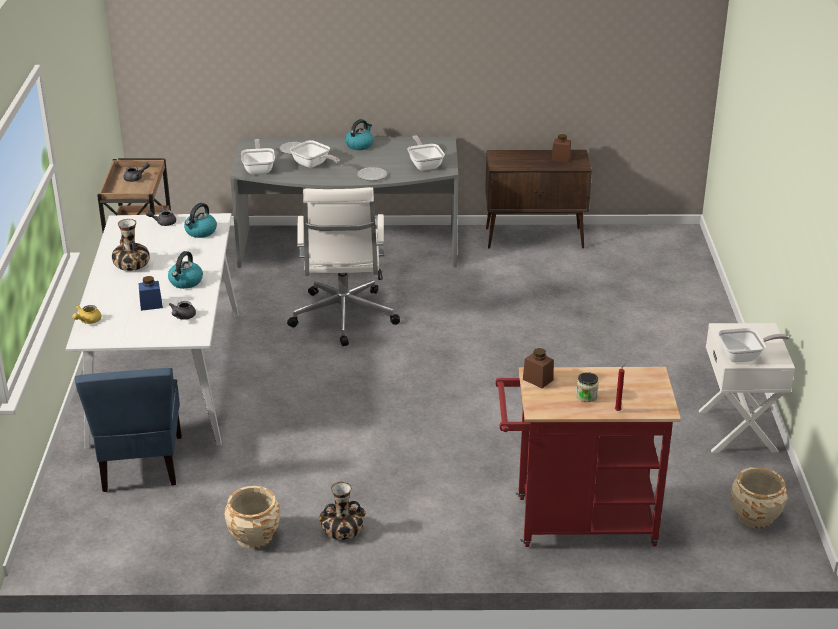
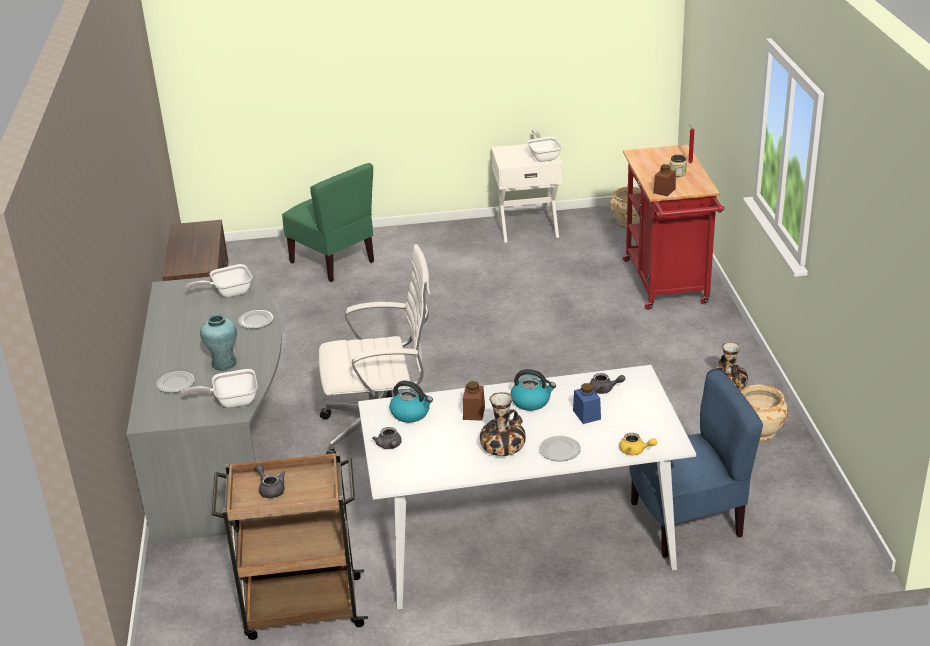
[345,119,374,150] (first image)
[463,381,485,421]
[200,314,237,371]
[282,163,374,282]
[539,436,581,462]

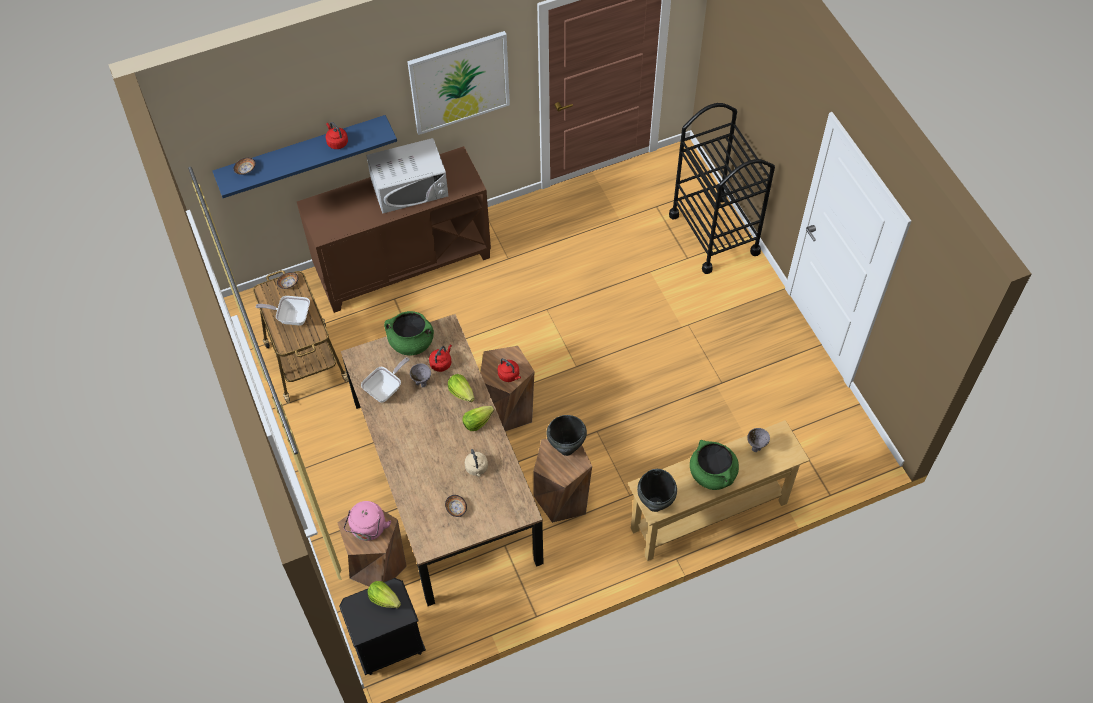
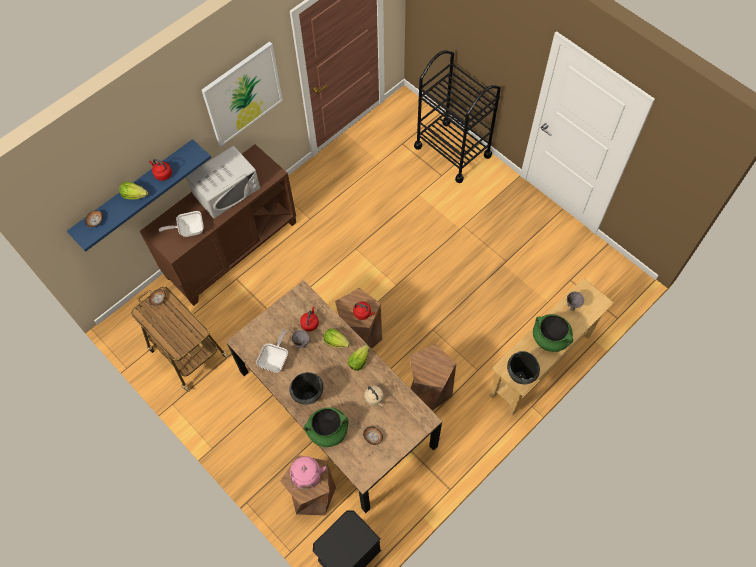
[159,211,204,237]
[304,407,349,447]
[289,372,323,405]
[119,181,148,200]

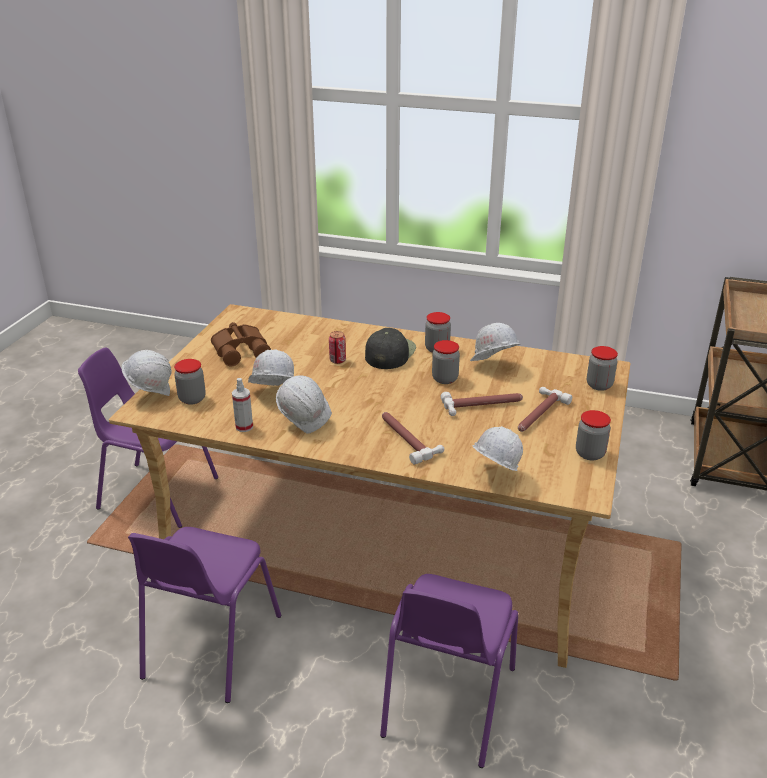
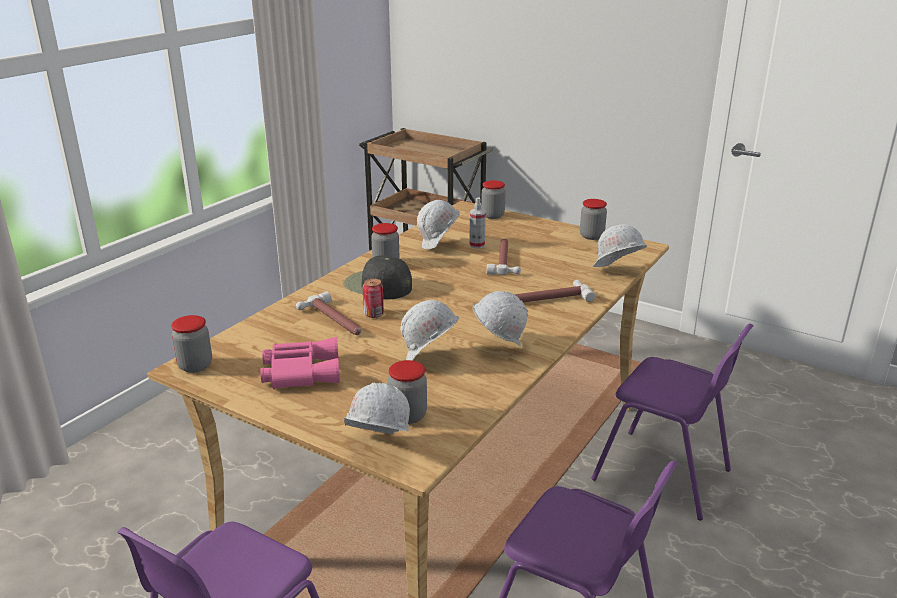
[260,337,340,389]
[171,315,212,373]
[469,197,486,248]
[296,291,361,335]

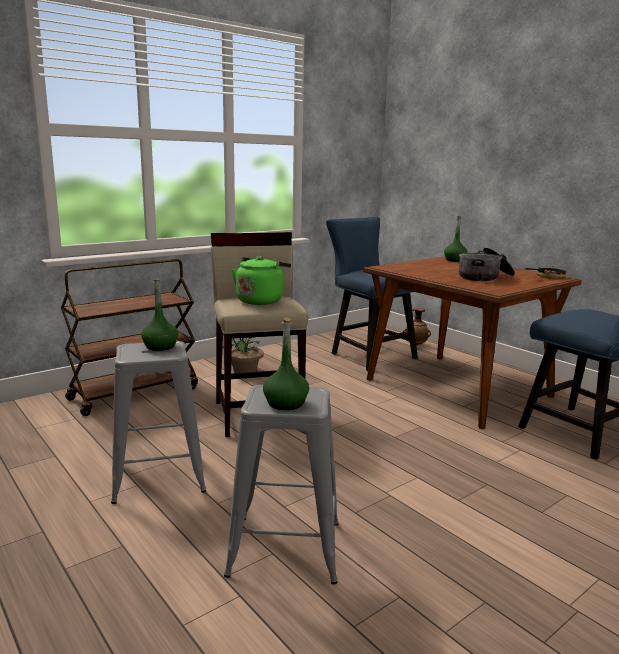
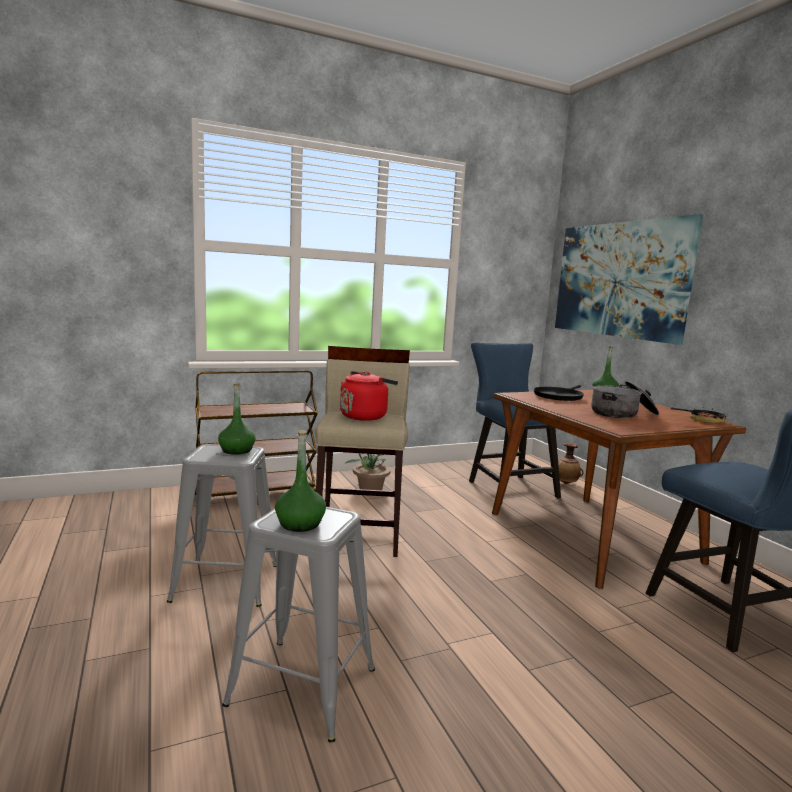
[340,371,398,421]
[555,214,703,345]
[534,385,584,401]

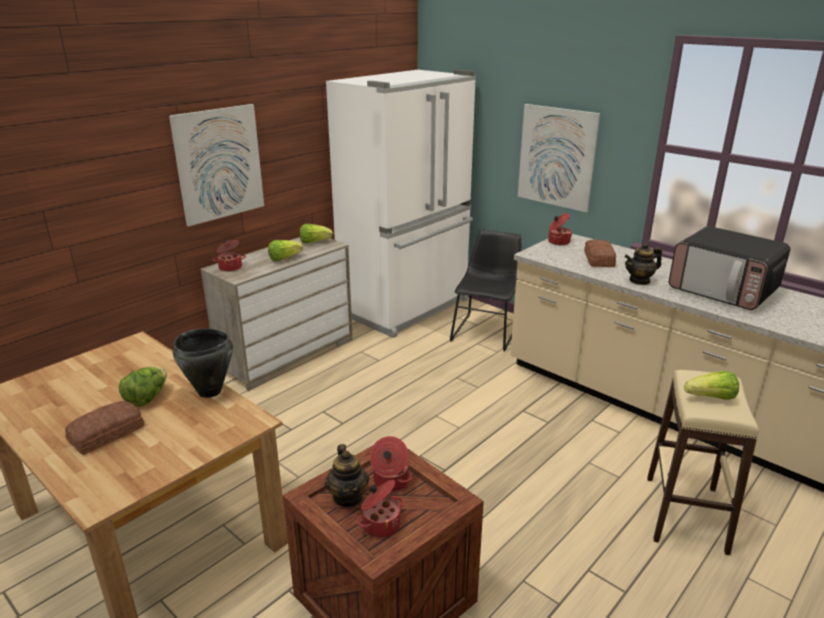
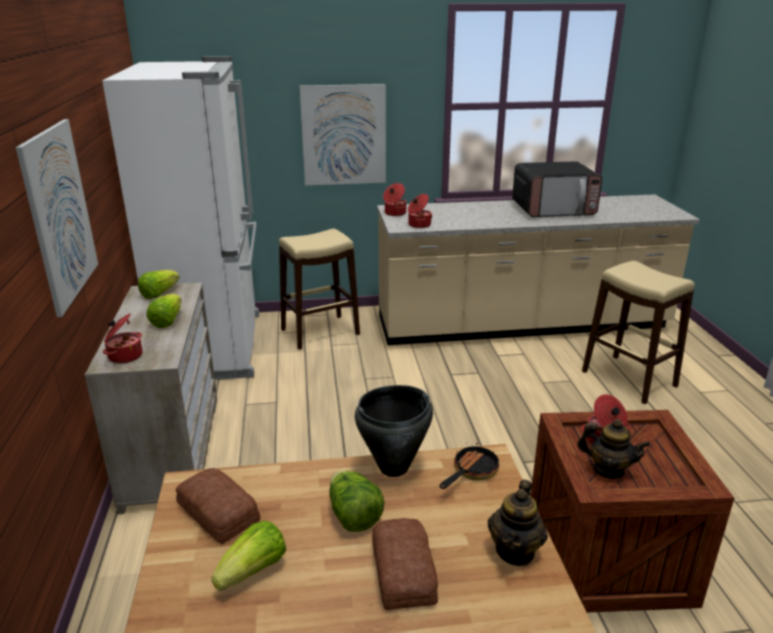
[279,229,360,350]
[176,468,261,544]
[488,480,548,566]
[211,521,286,591]
[408,194,432,228]
[439,443,500,489]

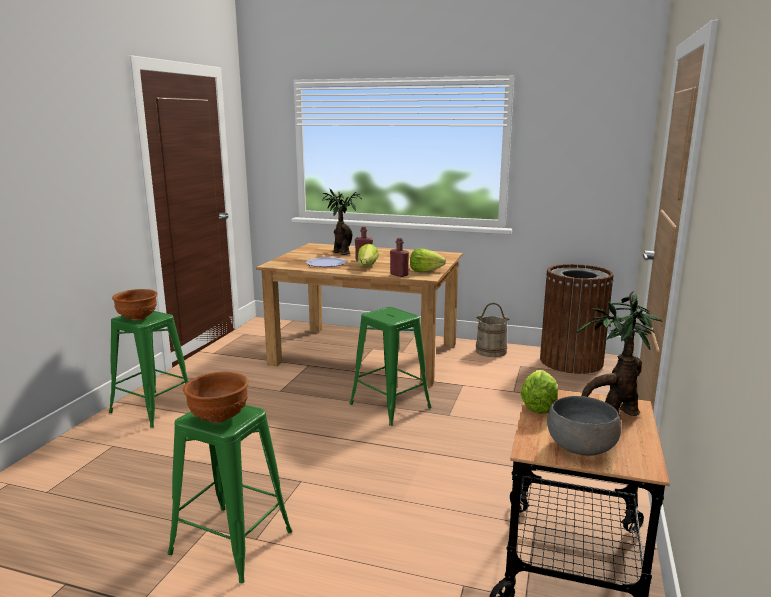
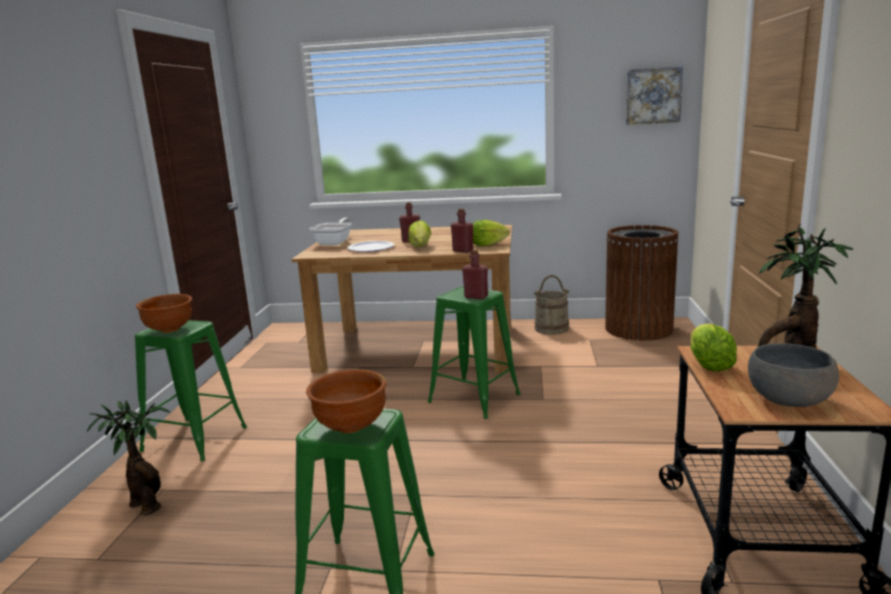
[87,400,170,515]
[626,66,683,125]
[309,218,352,245]
[462,250,488,299]

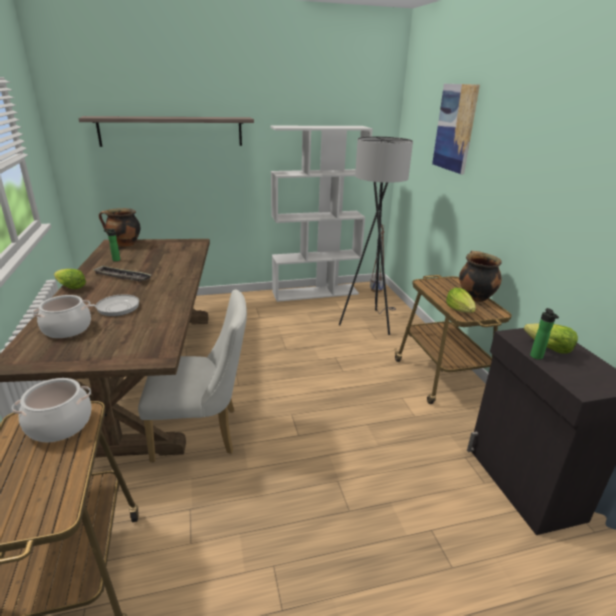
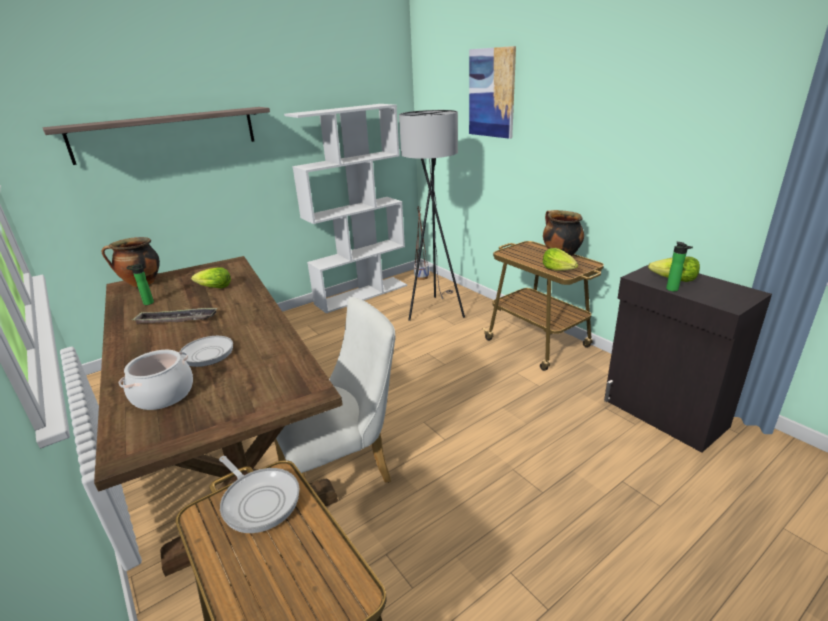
[191,267,231,288]
[219,456,300,533]

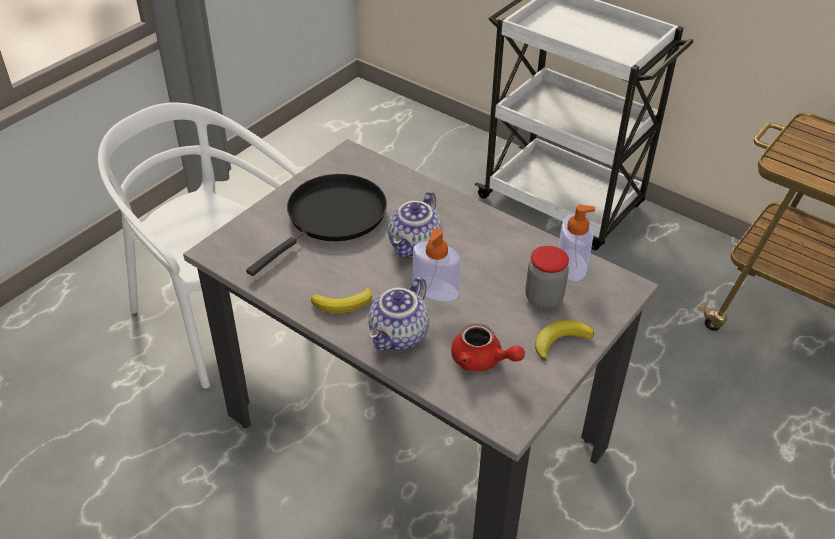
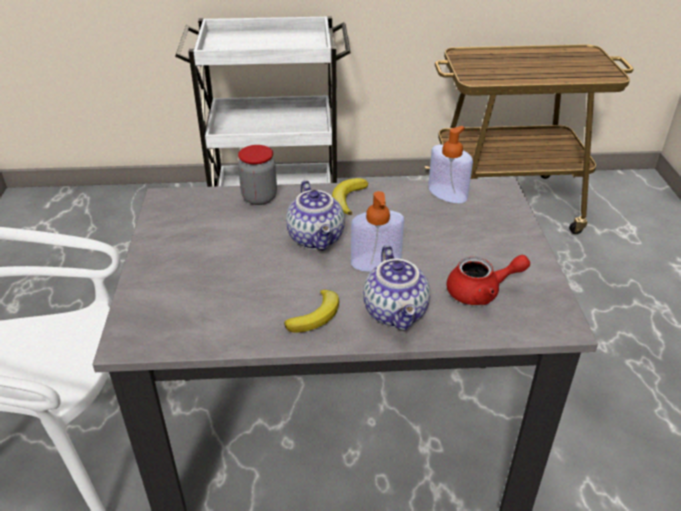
[246,174,387,276] (first image)
[238,145,277,205]
[332,178,368,215]

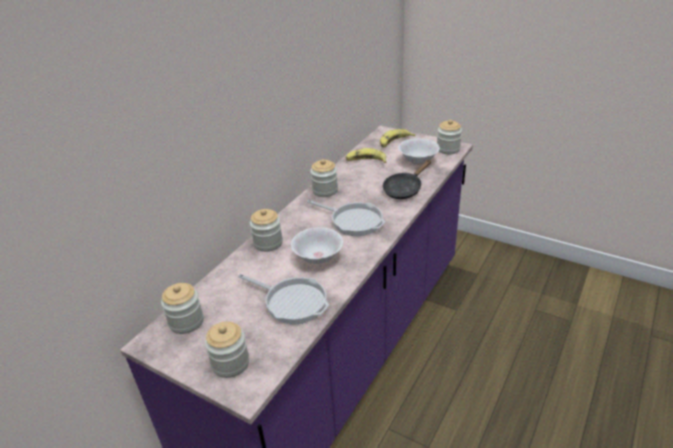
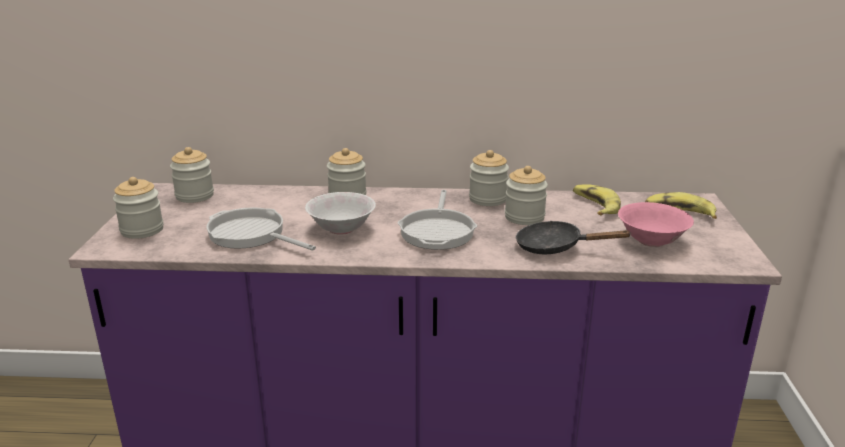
[505,166,548,225]
[618,202,694,247]
[206,207,316,251]

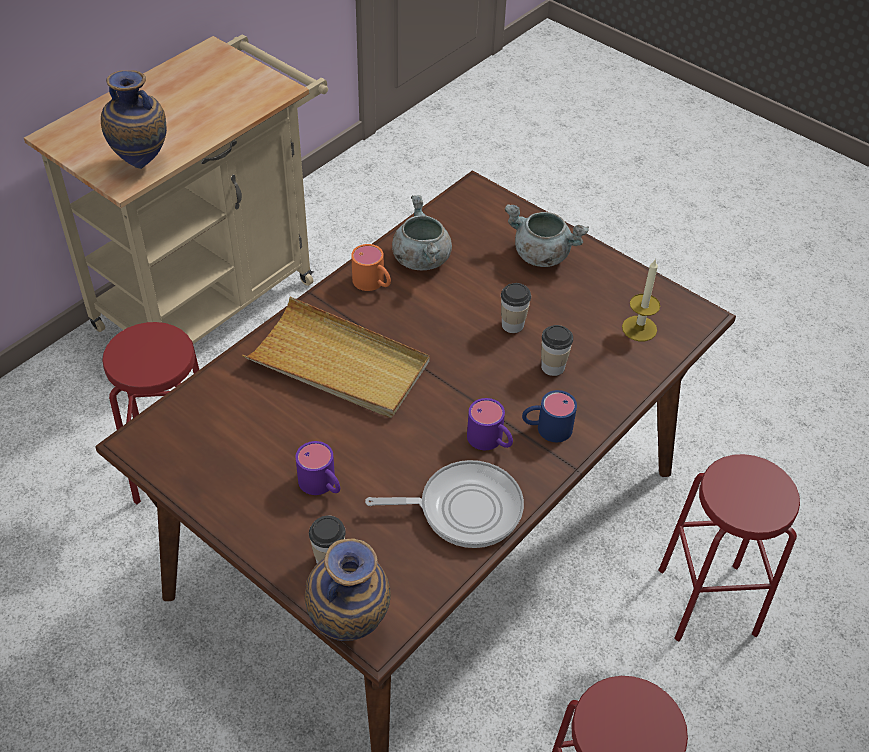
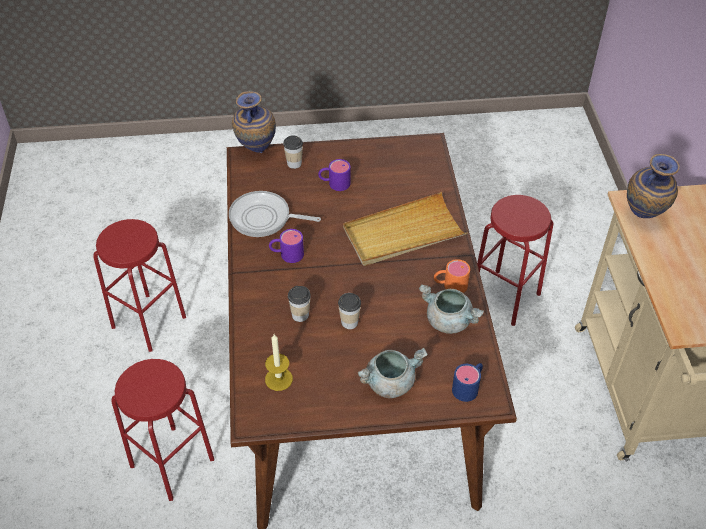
[452,363,483,402]
[229,191,321,237]

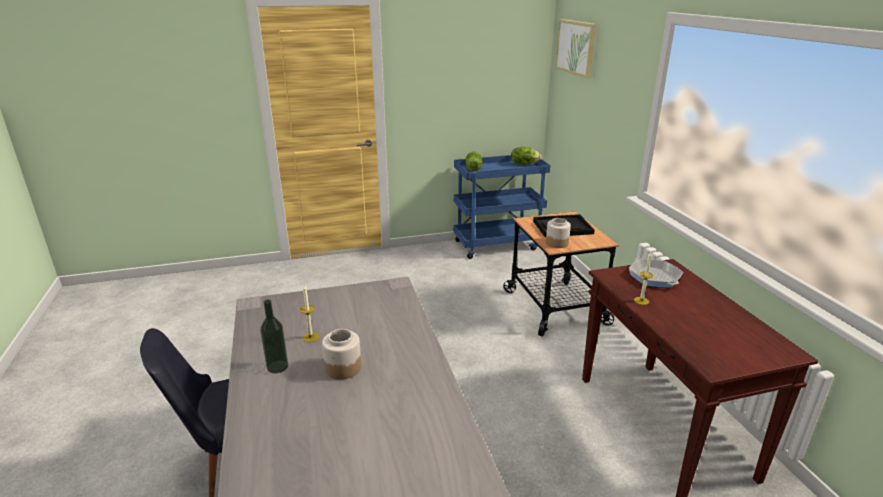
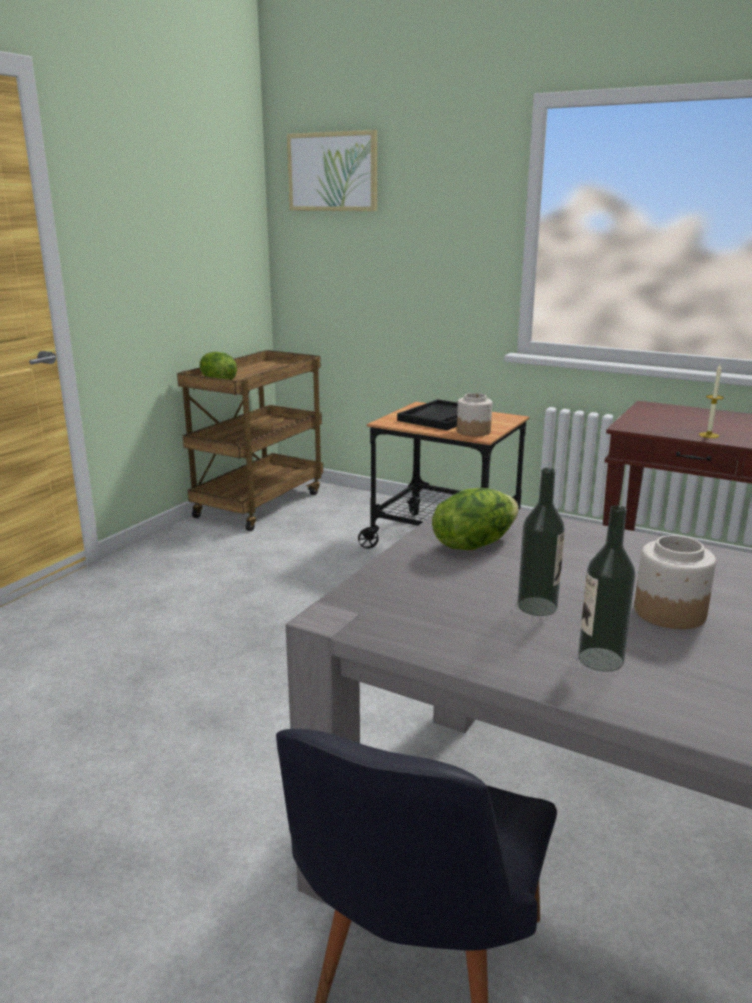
[432,488,519,550]
[177,350,323,531]
[629,258,683,288] (first image)
[517,468,565,616]

